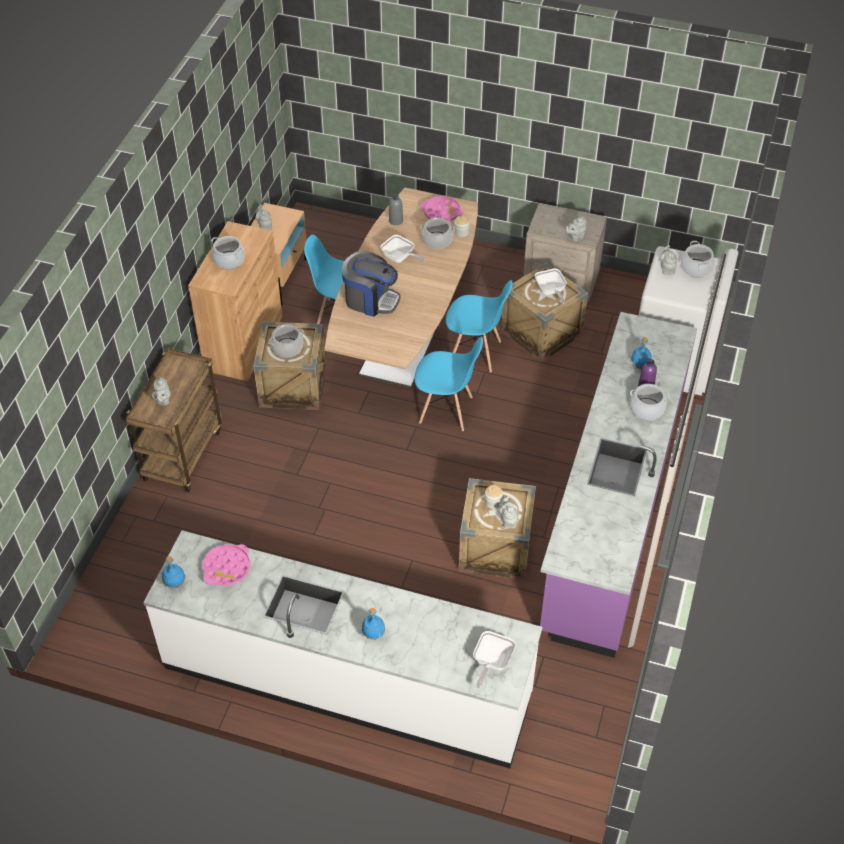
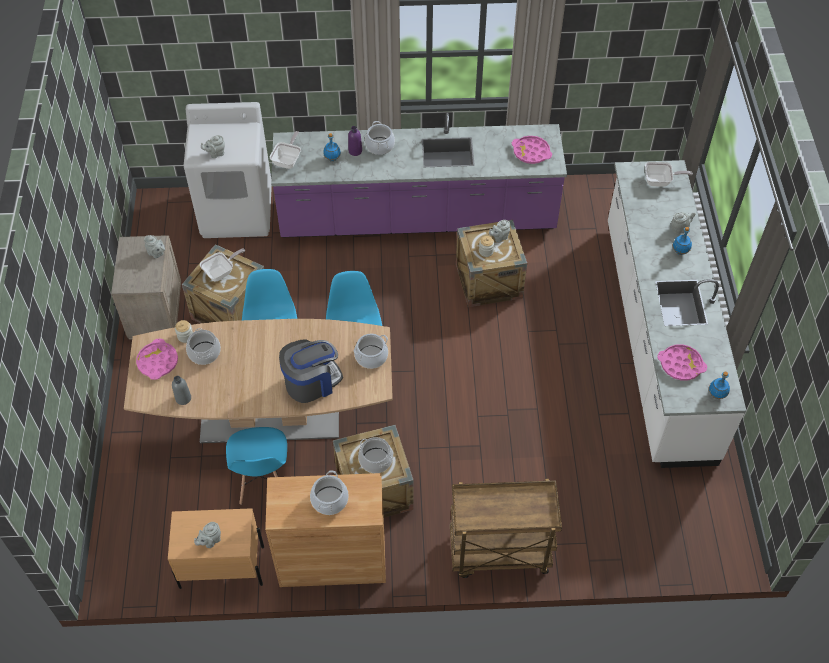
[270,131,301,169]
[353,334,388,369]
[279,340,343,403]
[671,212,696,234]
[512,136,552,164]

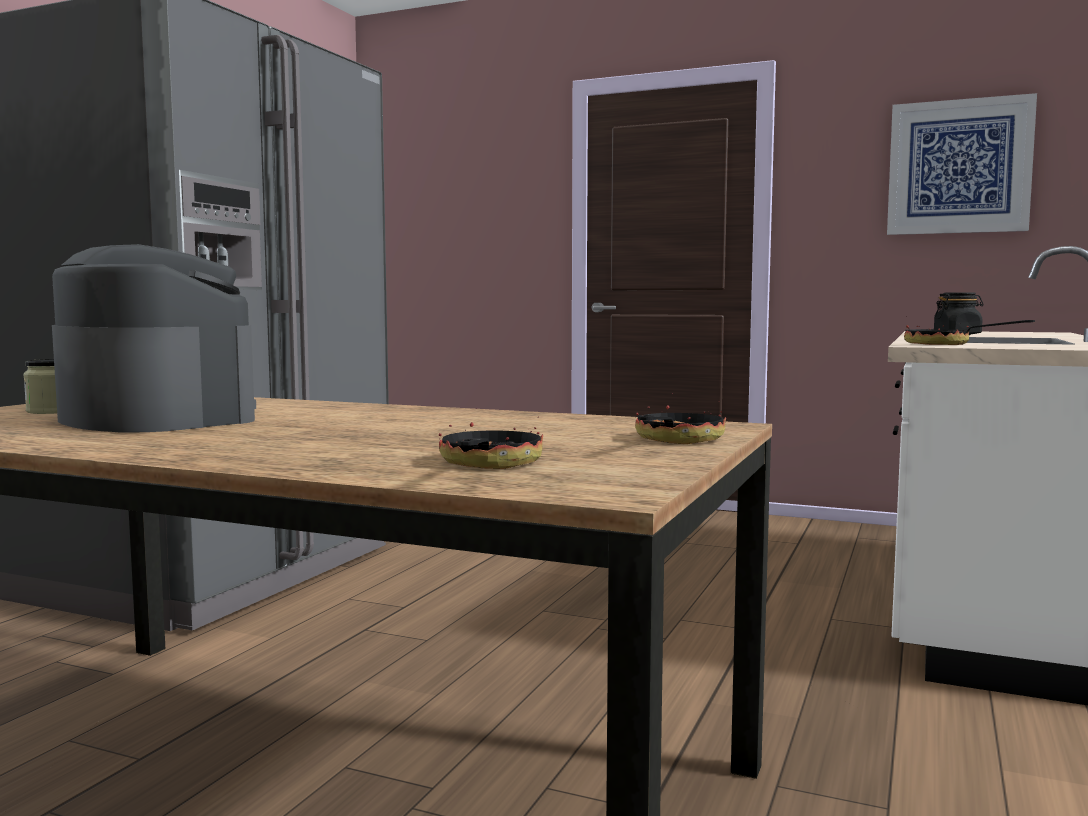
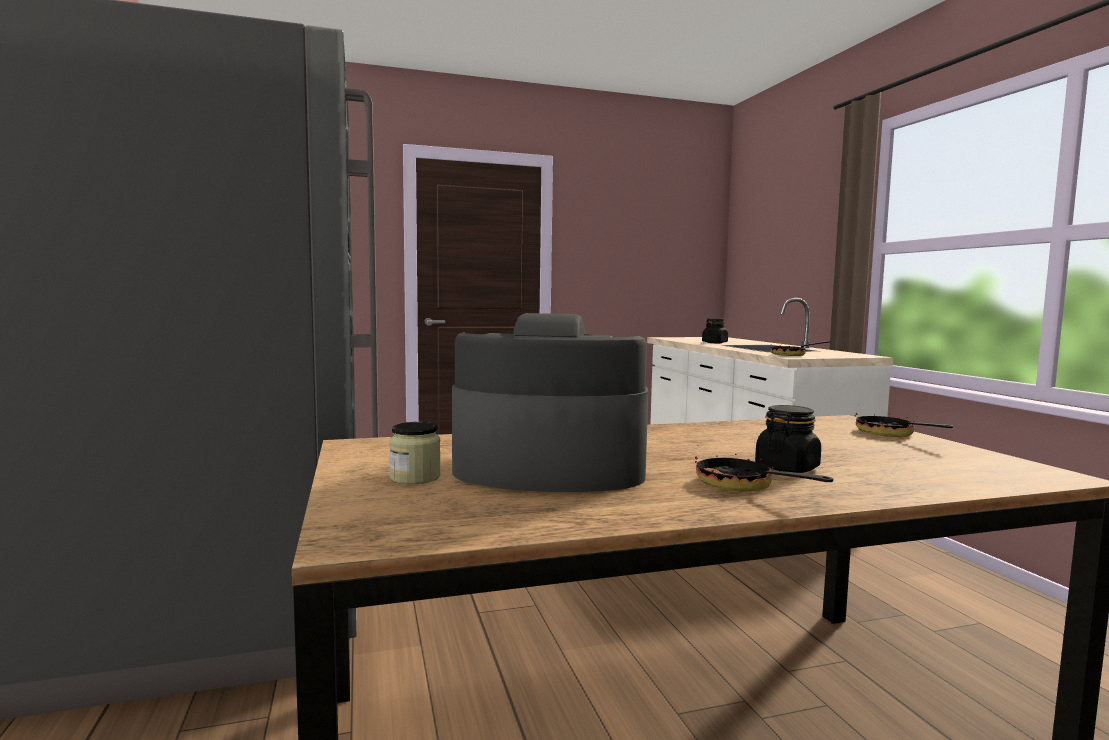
[887,93,1037,235] (first image)
[695,448,833,491]
[755,405,821,473]

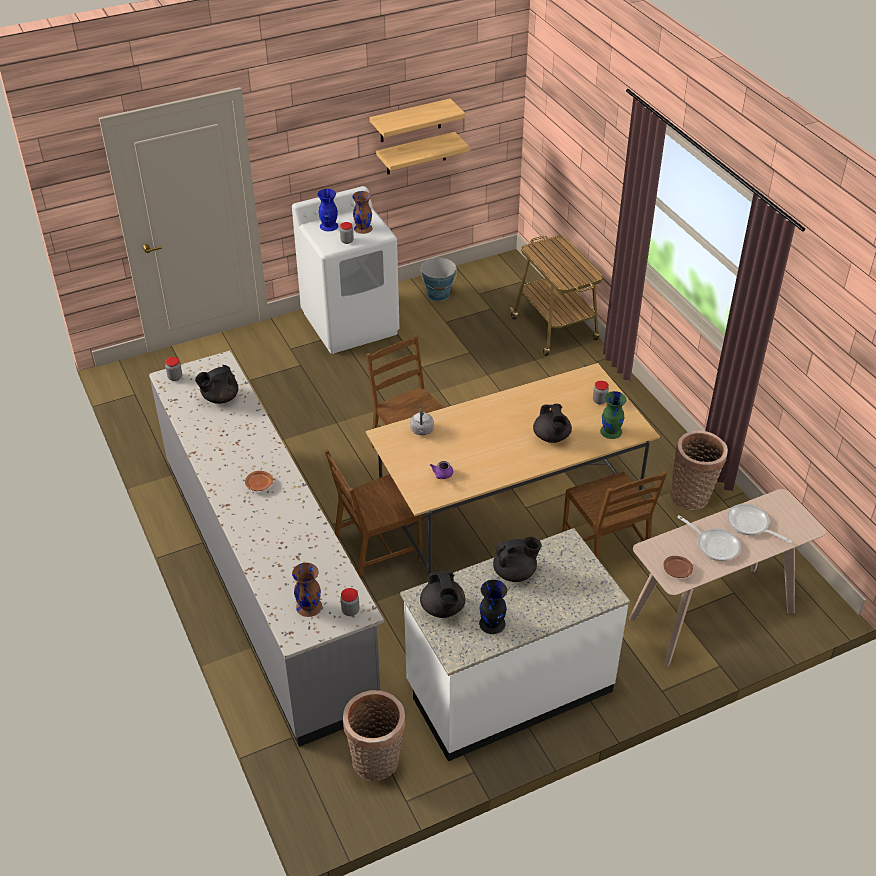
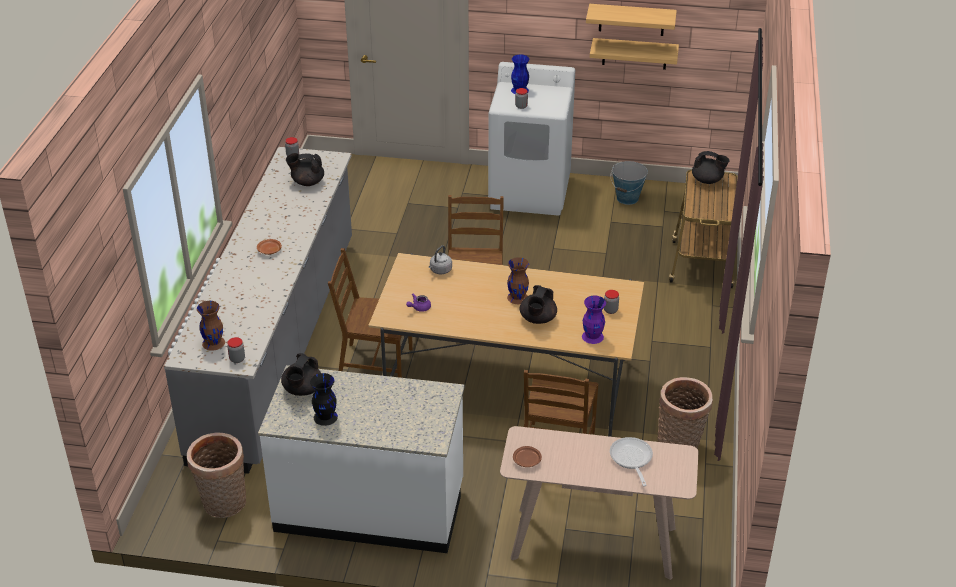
[507,257,529,304]
[582,296,606,344]
[677,515,741,561] (first image)
[692,151,730,184]

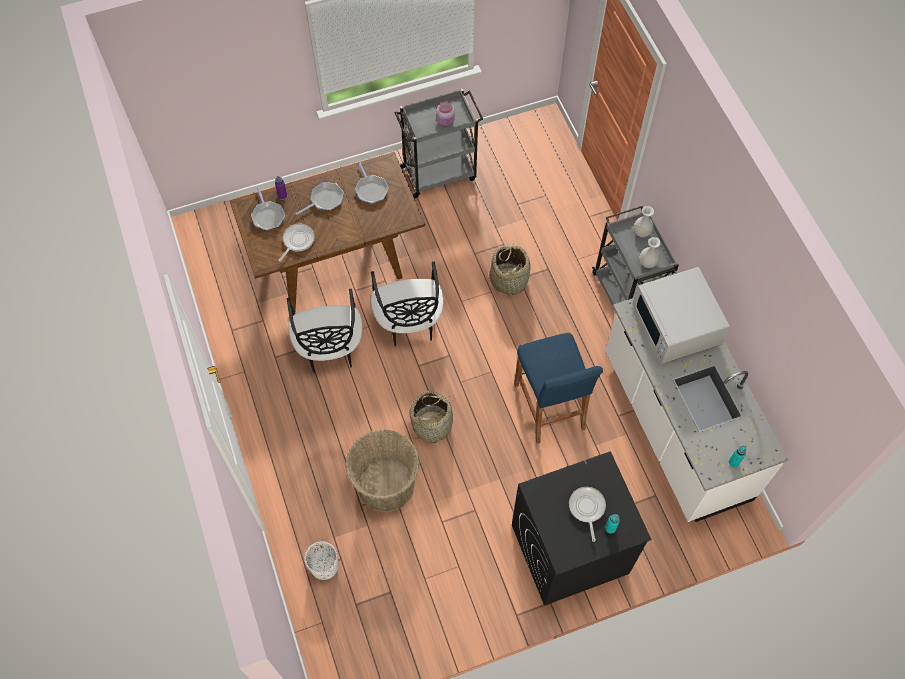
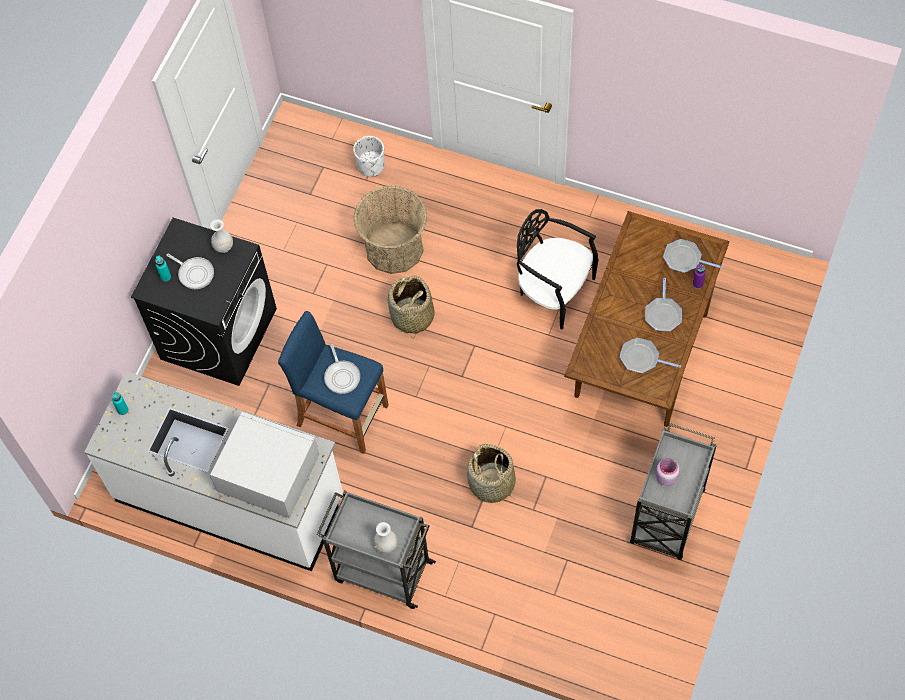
[324,344,360,394]
[210,219,233,253]
[371,262,444,347] (first image)

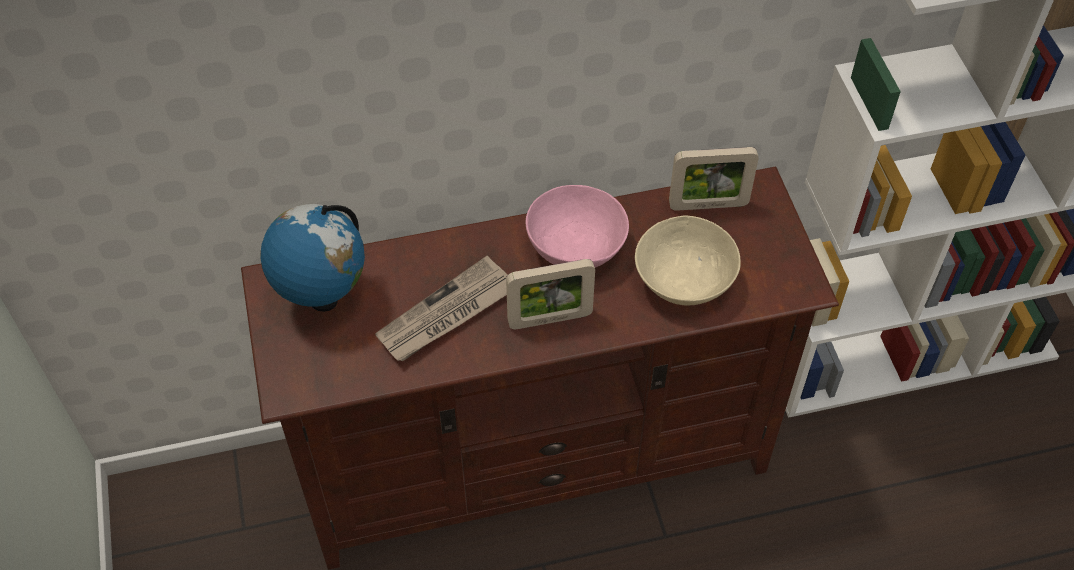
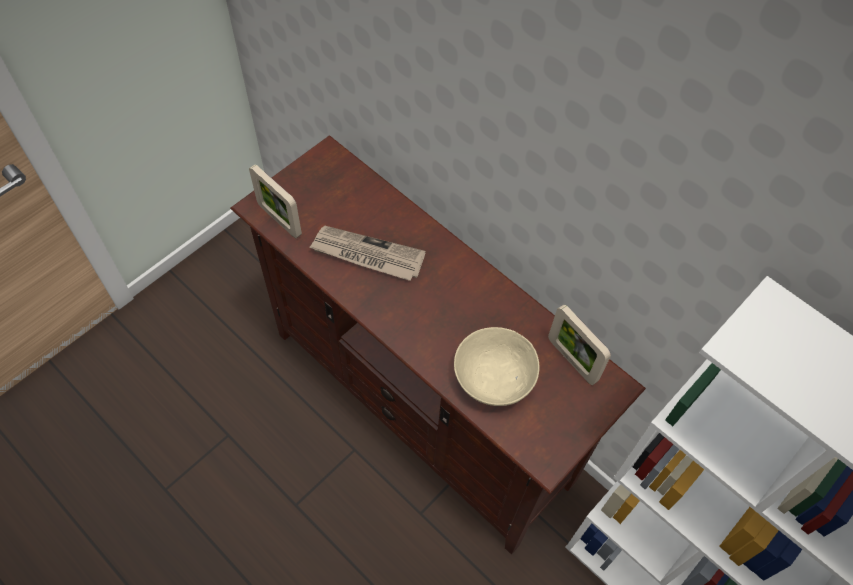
[526,185,629,268] (first image)
[261,204,365,312] (first image)
[249,164,302,238]

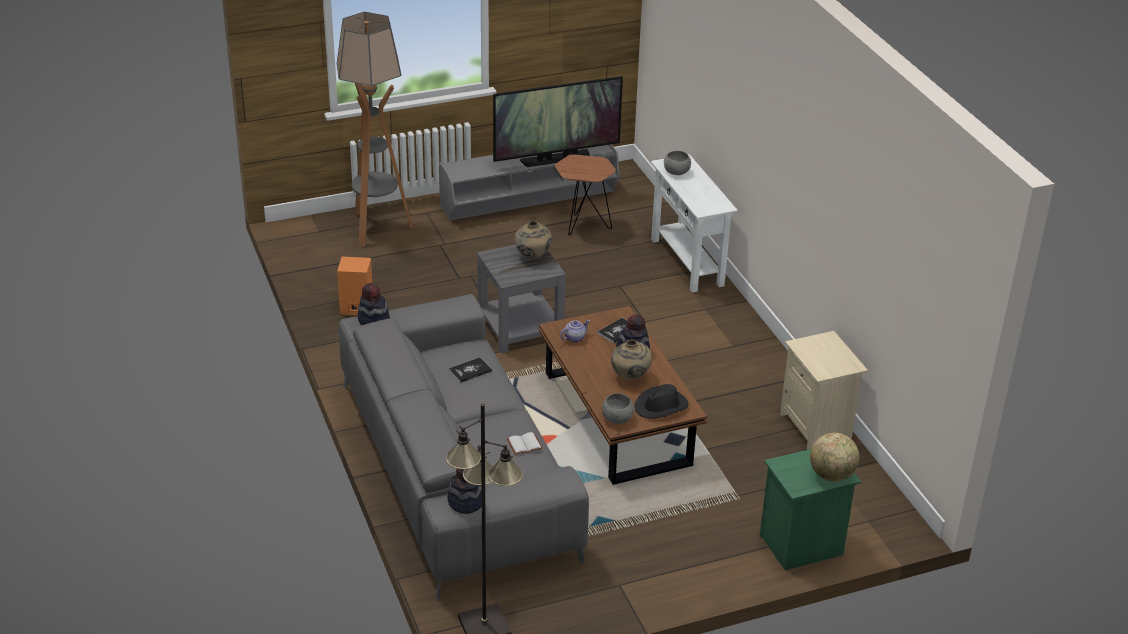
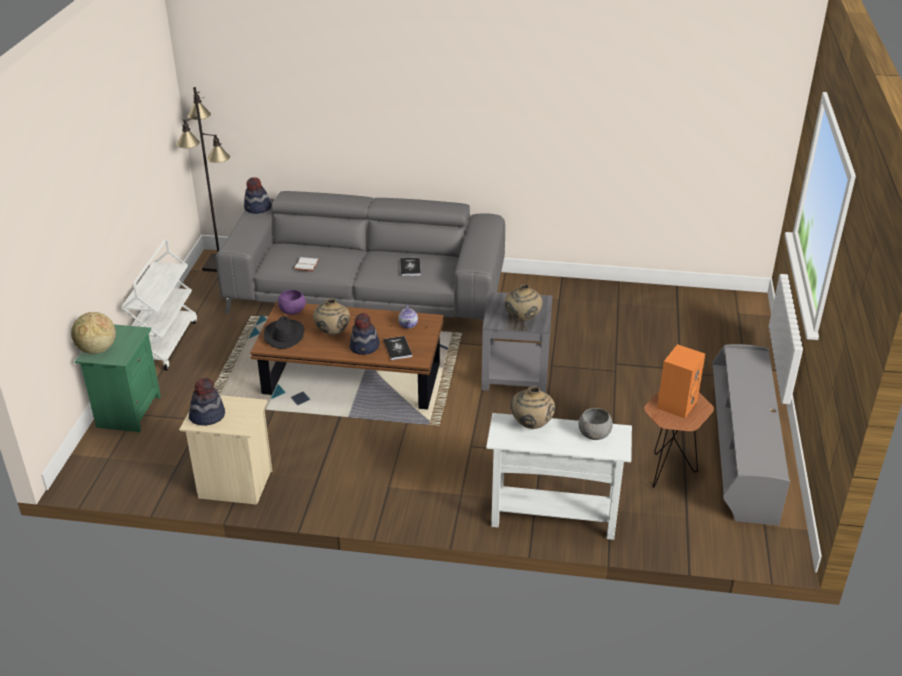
[337,12,413,247] (first image)
[493,76,623,167] (first image)
[657,344,705,418]
[189,378,225,426]
[278,290,306,315]
[121,239,197,371]
[510,386,555,429]

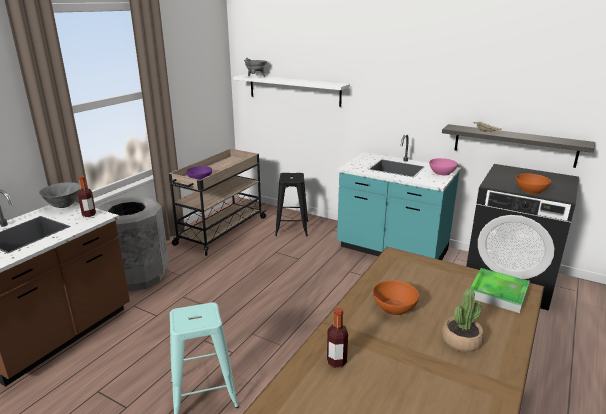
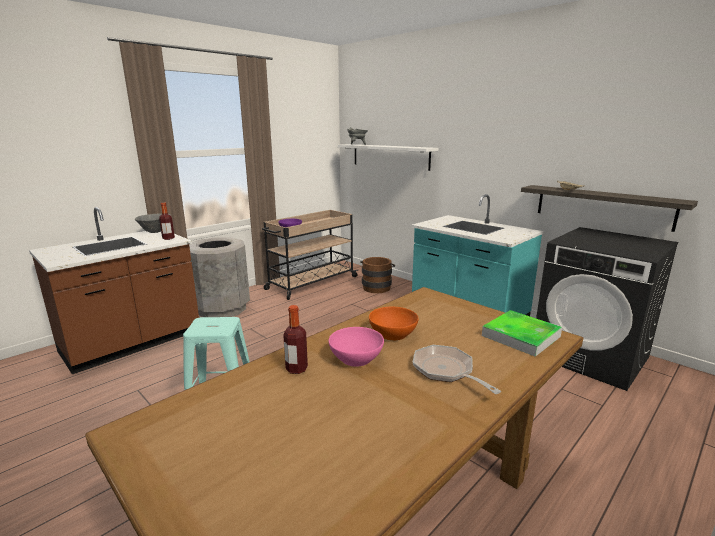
[329,327,384,367]
[360,257,395,293]
[516,174,551,194] (first image)
[413,345,501,394]

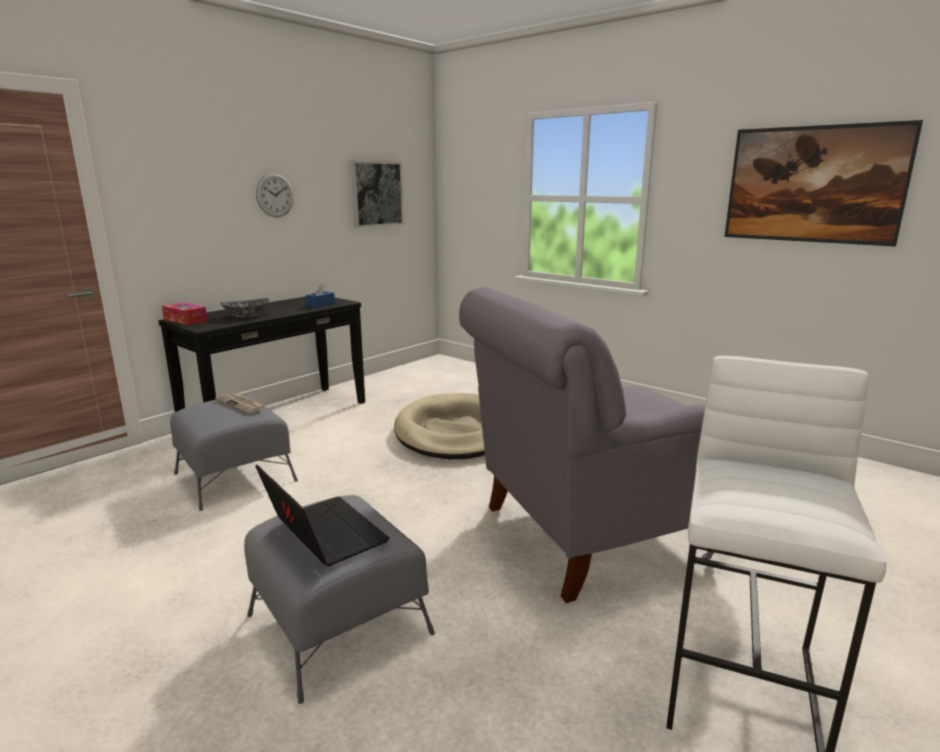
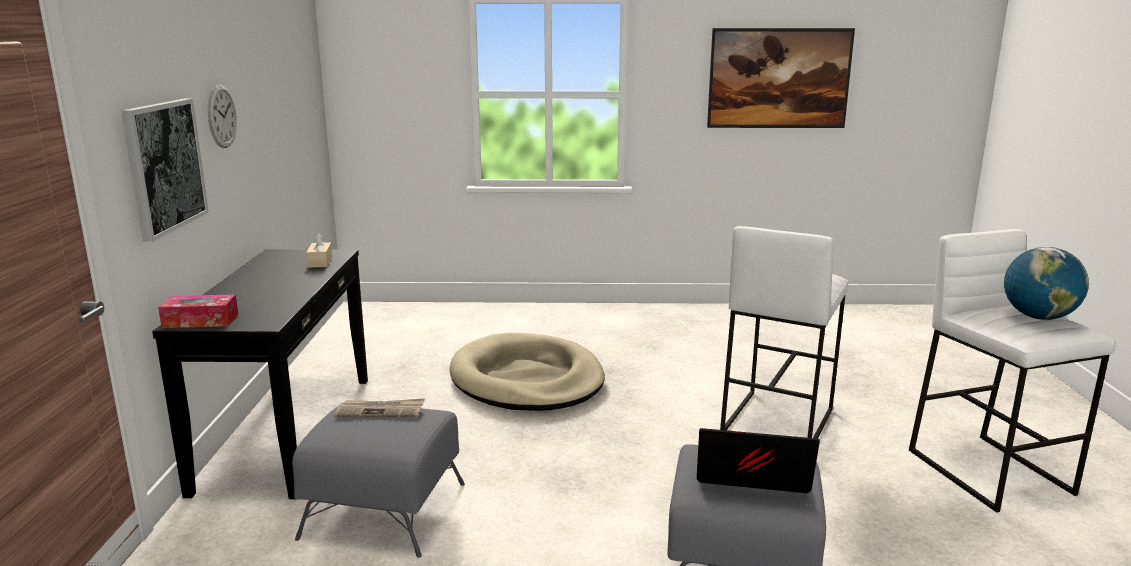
[121,99,209,242]
[306,233,332,268]
[720,226,848,439]
[220,298,269,318] (first image)
[1004,247,1089,320]

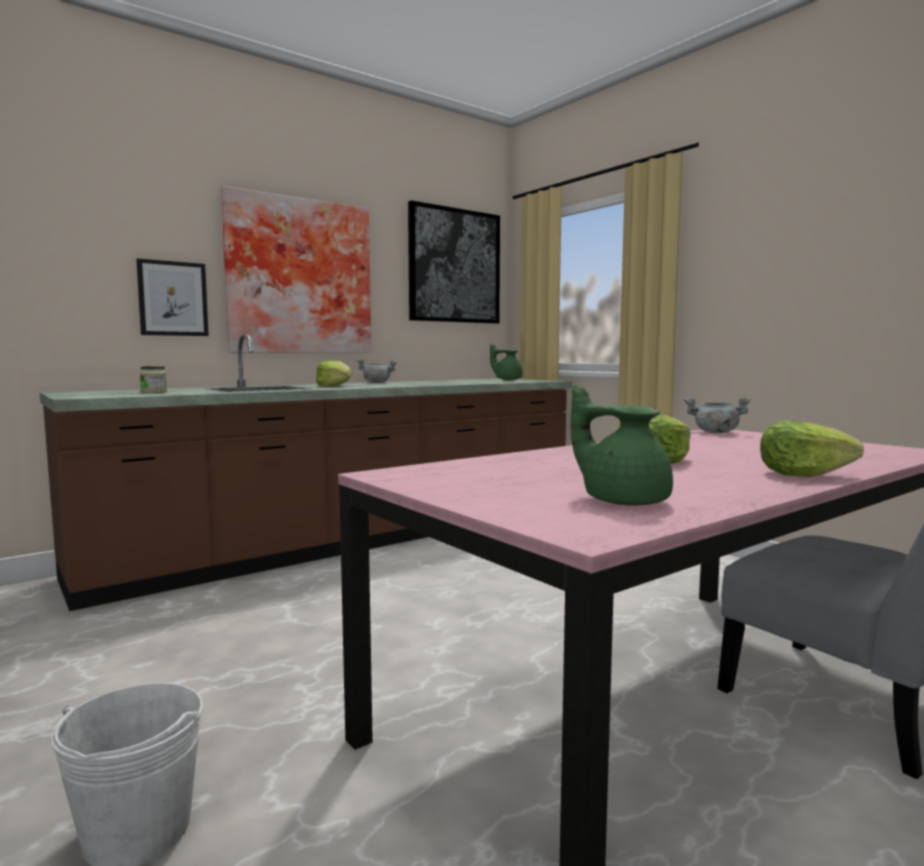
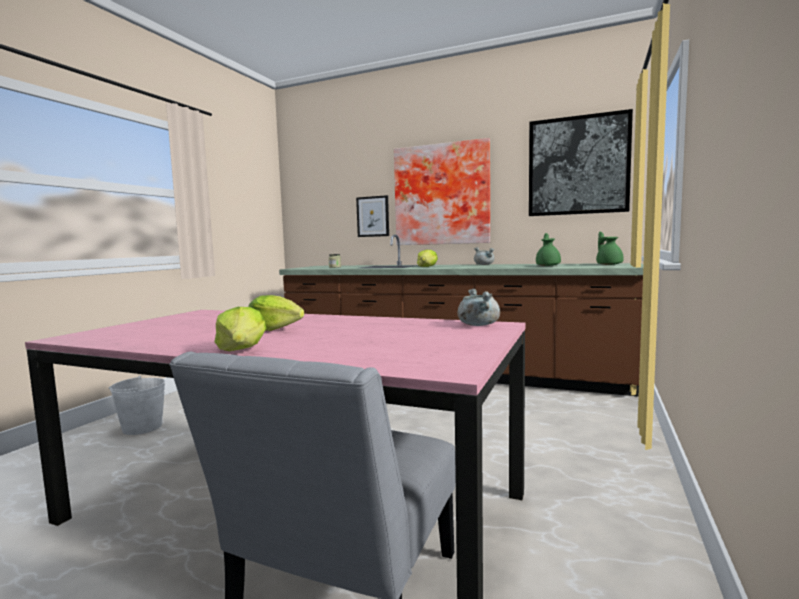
[536,233,561,266]

